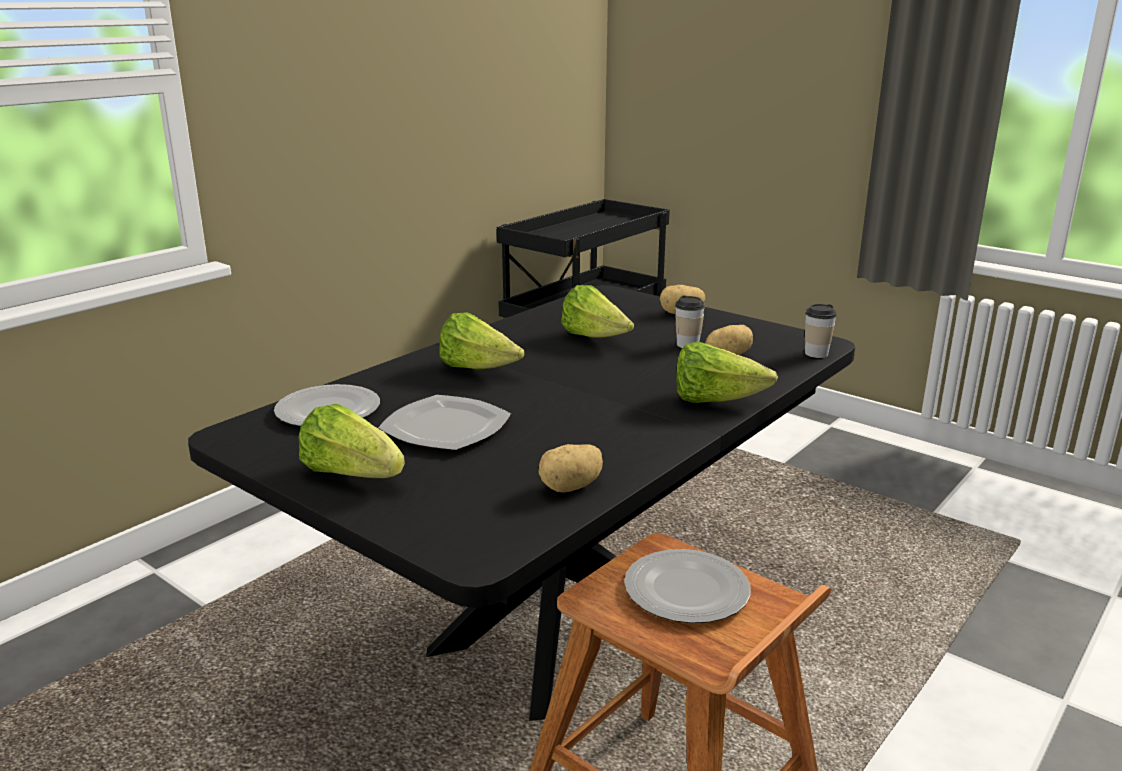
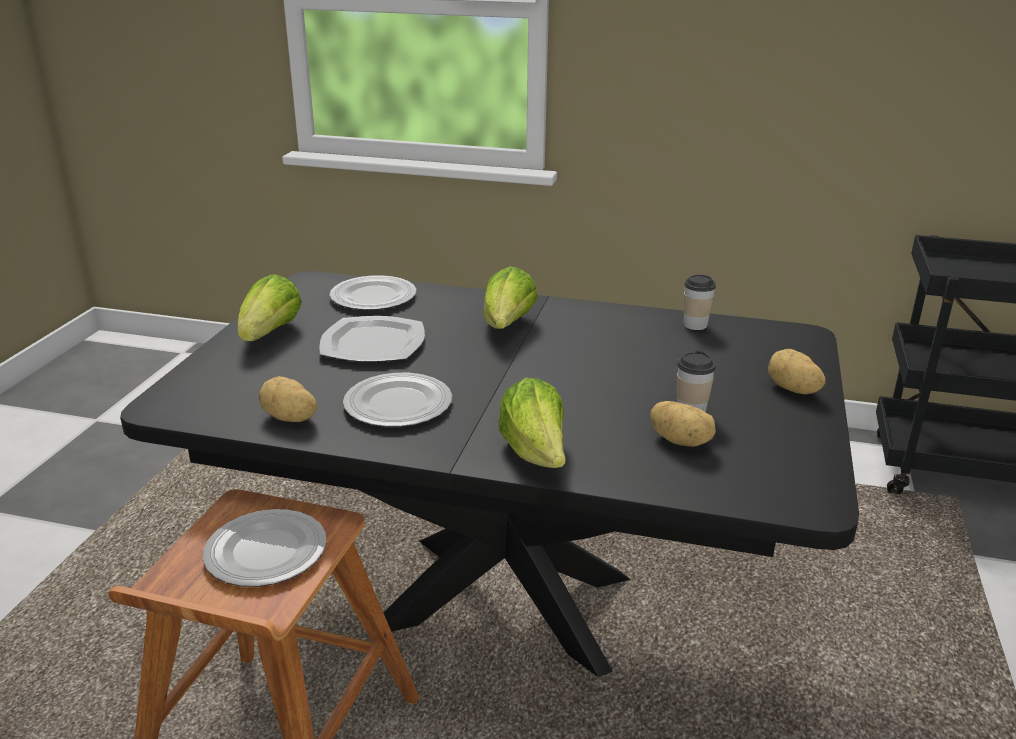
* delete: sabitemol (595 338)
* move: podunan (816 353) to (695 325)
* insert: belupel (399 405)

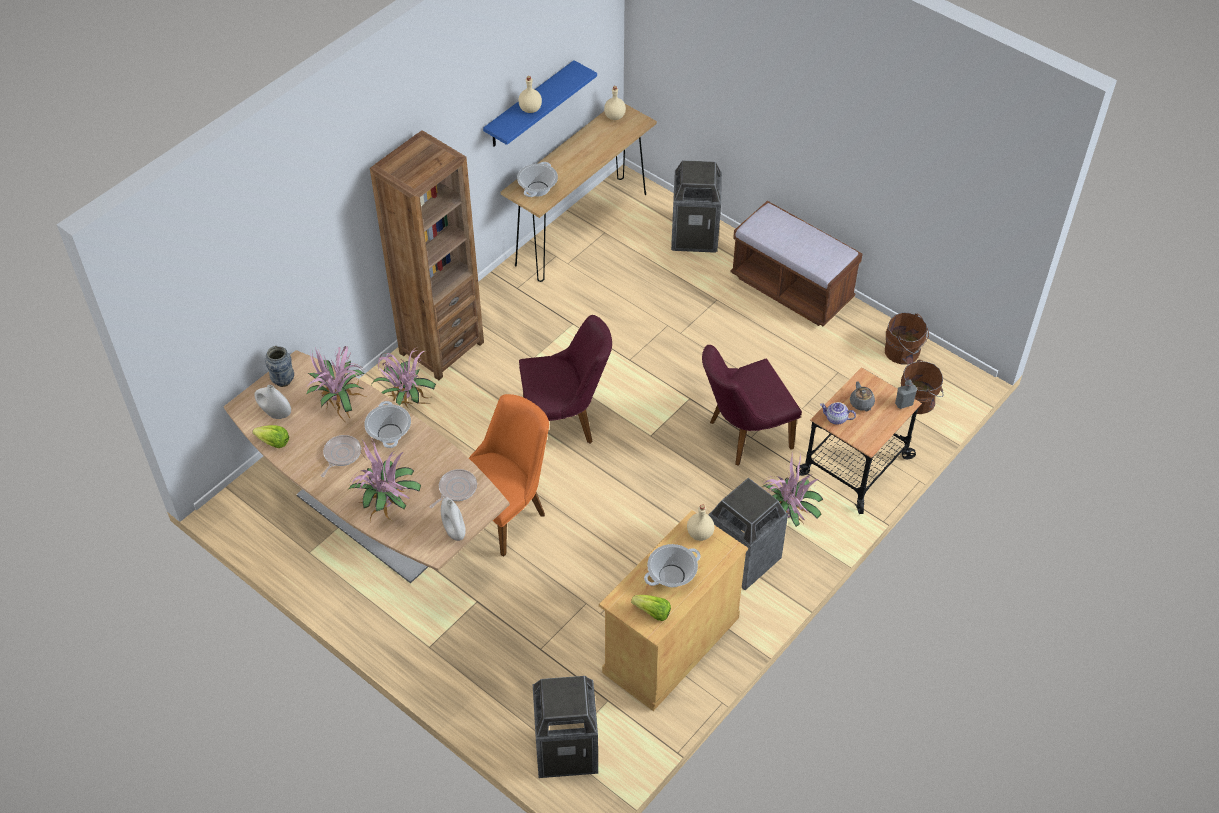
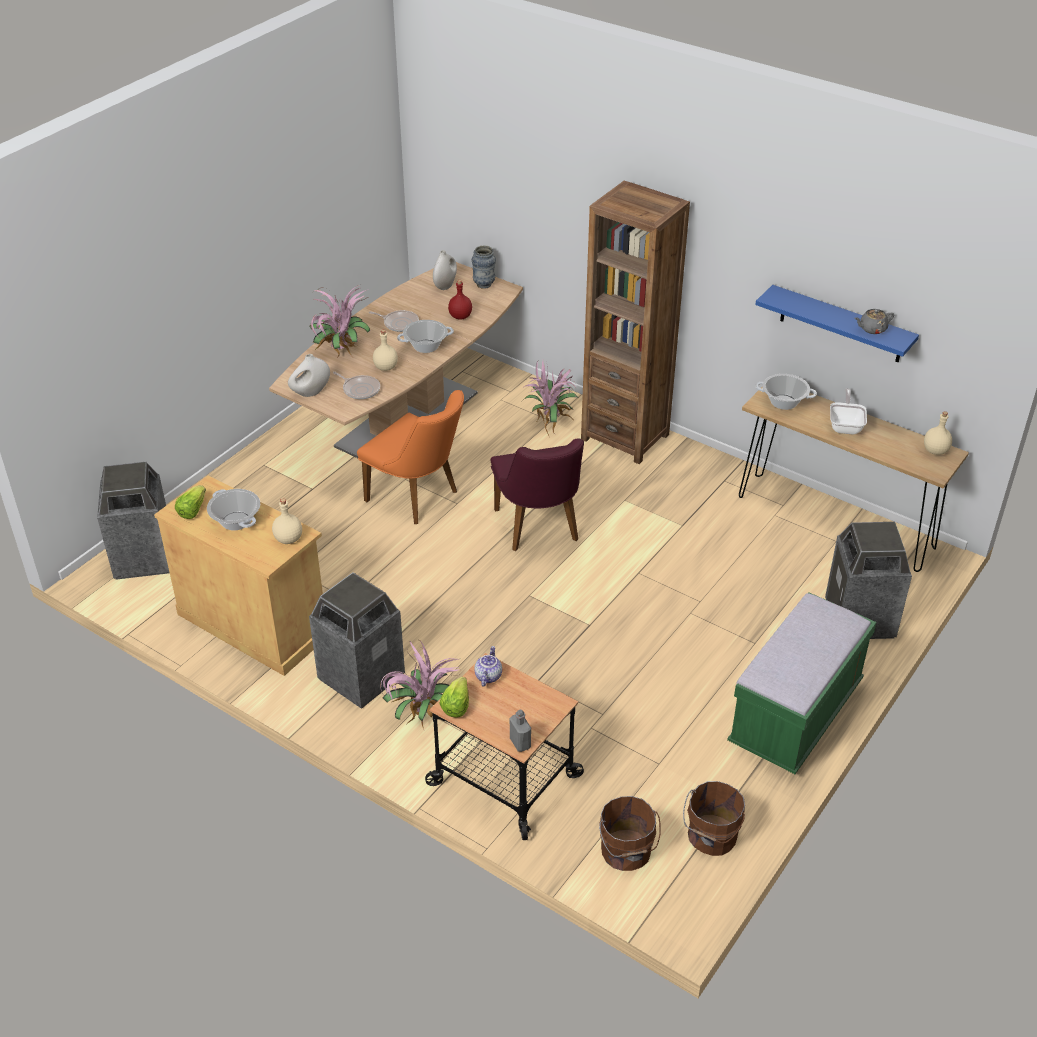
* move: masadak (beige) (530 109) to (386 367)
* recolor: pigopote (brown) (791 289) to pigopote (green) (795 715)
* delete: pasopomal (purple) (742 435)
* replace: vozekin (340 403) to masadak (red) (460 316)
* move: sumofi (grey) (861 404) to (872 329)
* move: sabitemol (273 442) to (456 706)
* insert: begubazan (846 425)

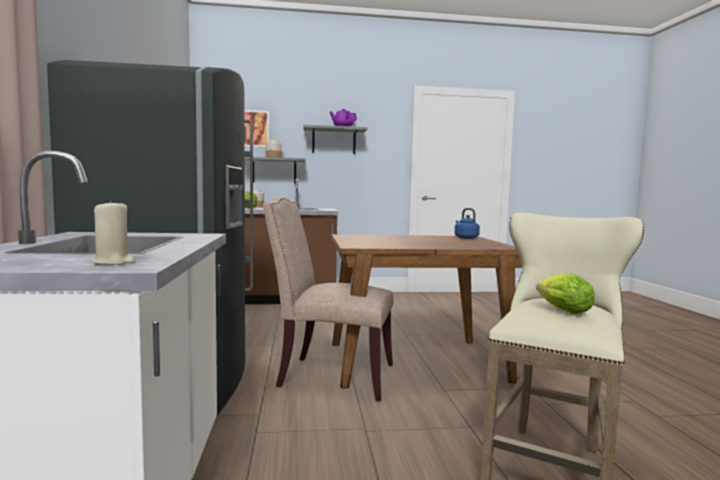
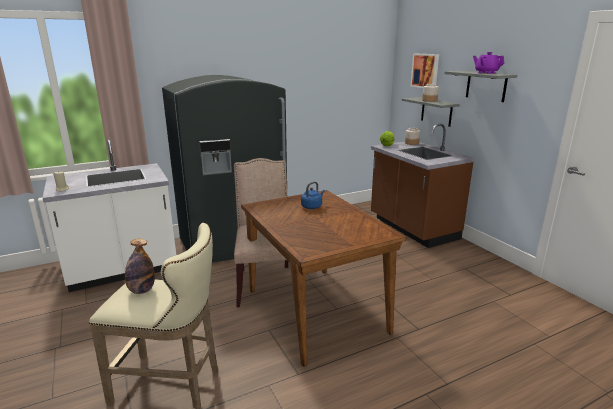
* move: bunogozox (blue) (465 238) to (312 206)
* replace: sabitemol (560 310) to masadak (141 290)

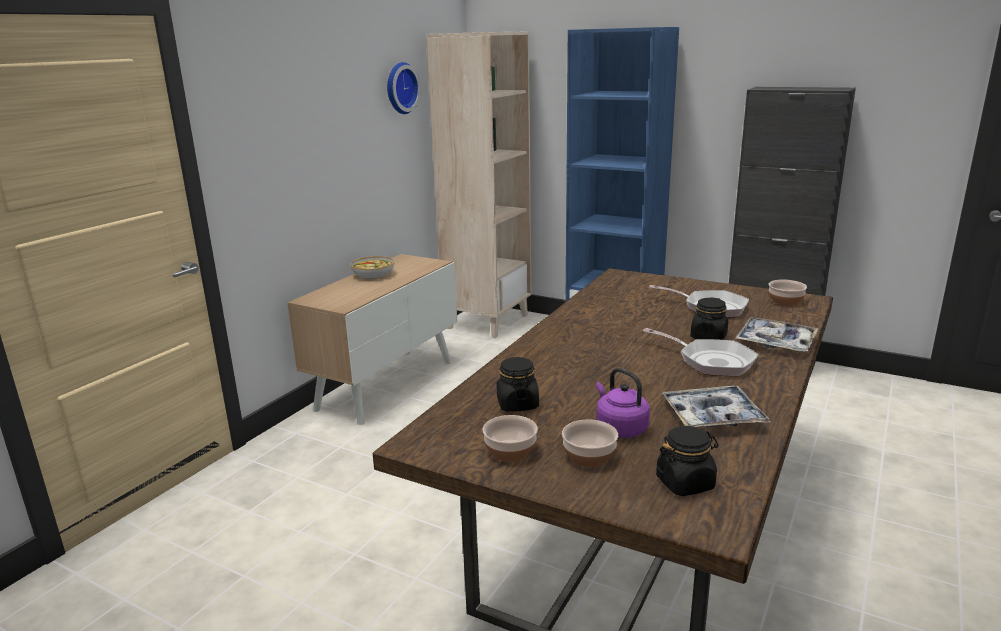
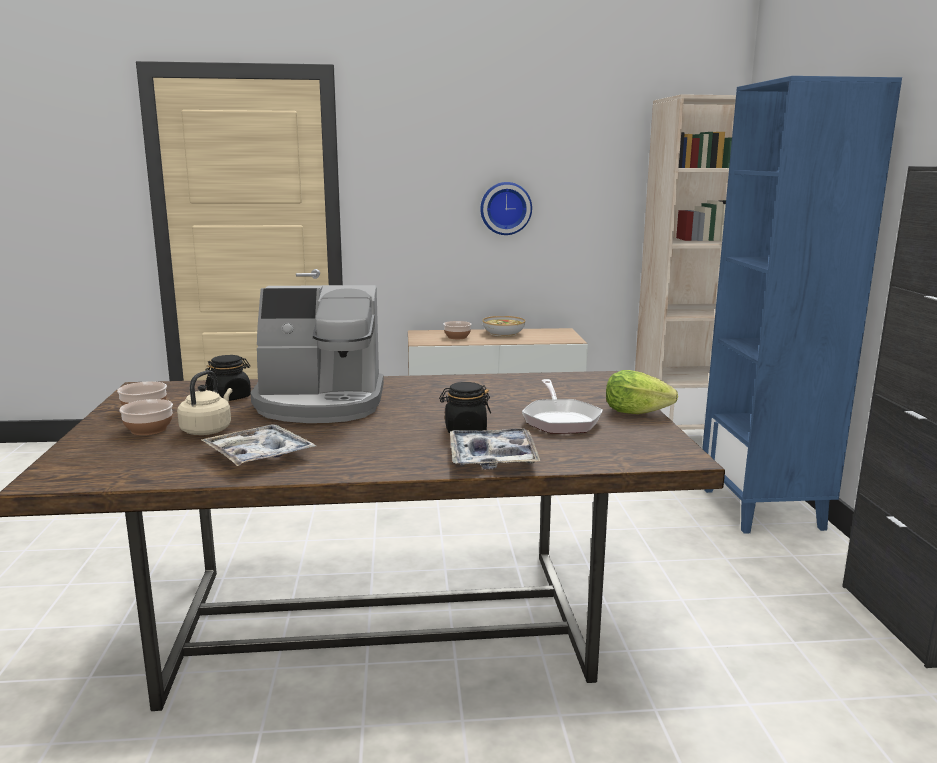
* move: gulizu (400 88) to (505 208)
* move: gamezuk (785 301) to (457 337)
* delete: begubazan (711 361)
* recolor: bunogozox (purple) (619 428) to bunogozox (beige) (208 430)
* delete: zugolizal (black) (685 483)
* insert: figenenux (320 403)
* insert: sabitemol (635 412)

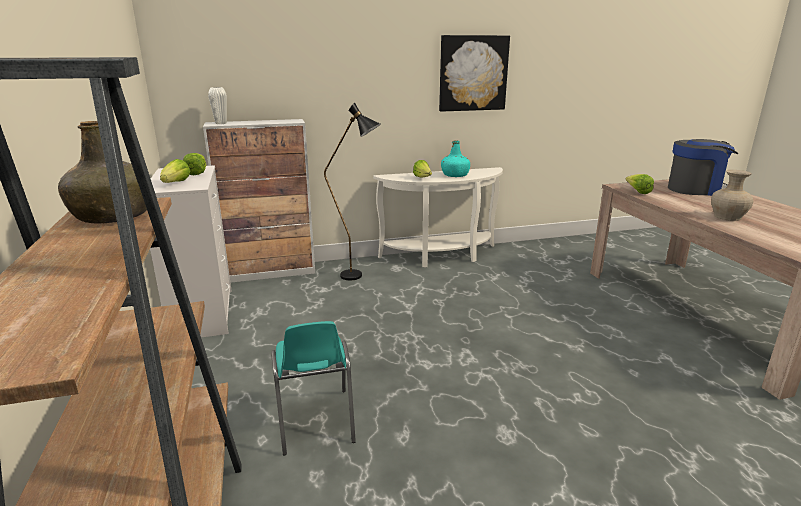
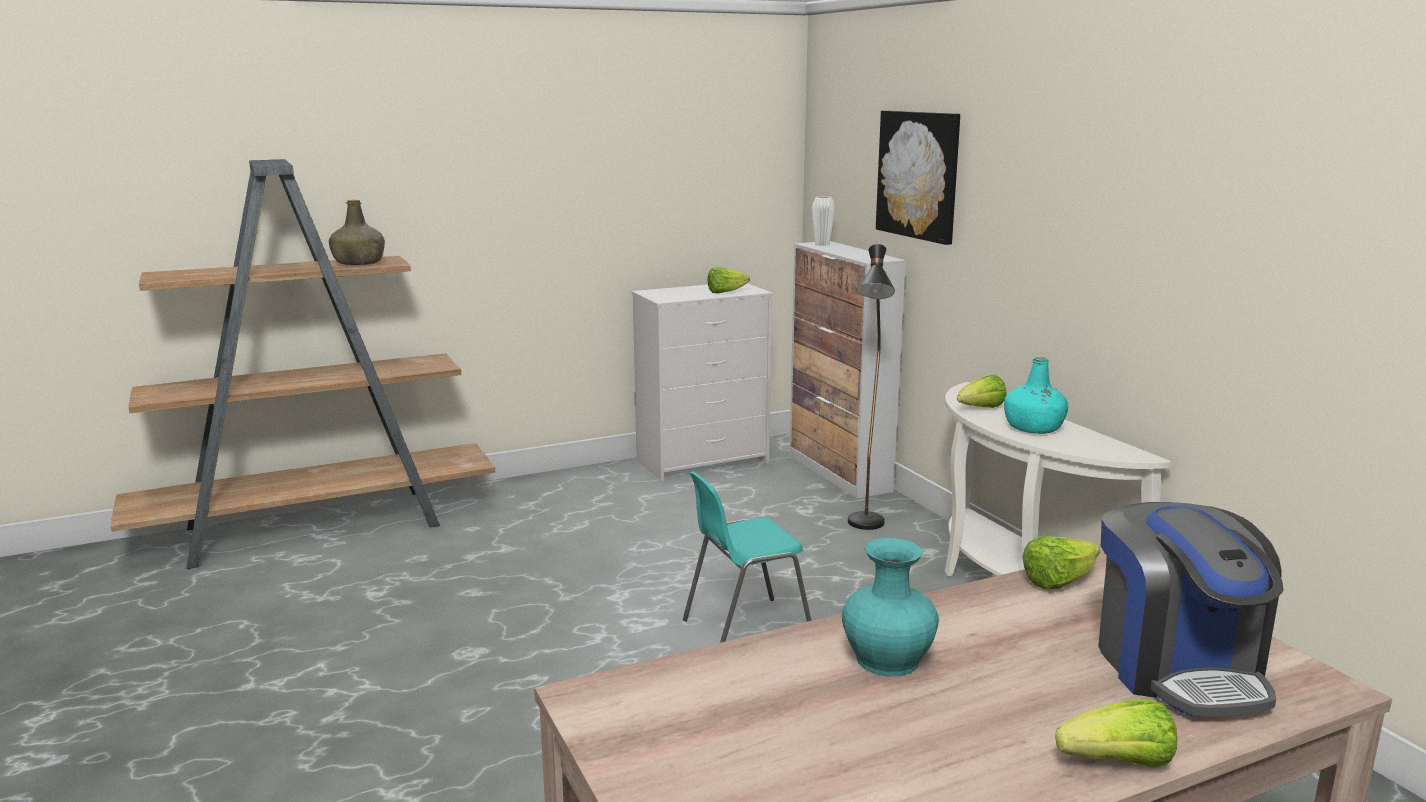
* move: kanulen (473 73) to (919 175)
* move: sabitemol (176 183) to (1119 763)
* recolor: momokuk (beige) (727 217) to momokuk (turquoise) (888 659)
* move: pasopomal (turquoise) (315 421) to (745 629)

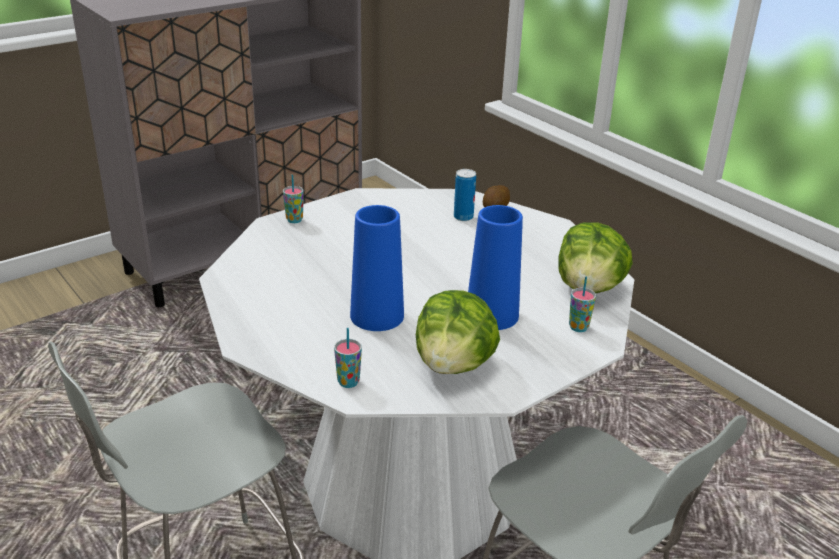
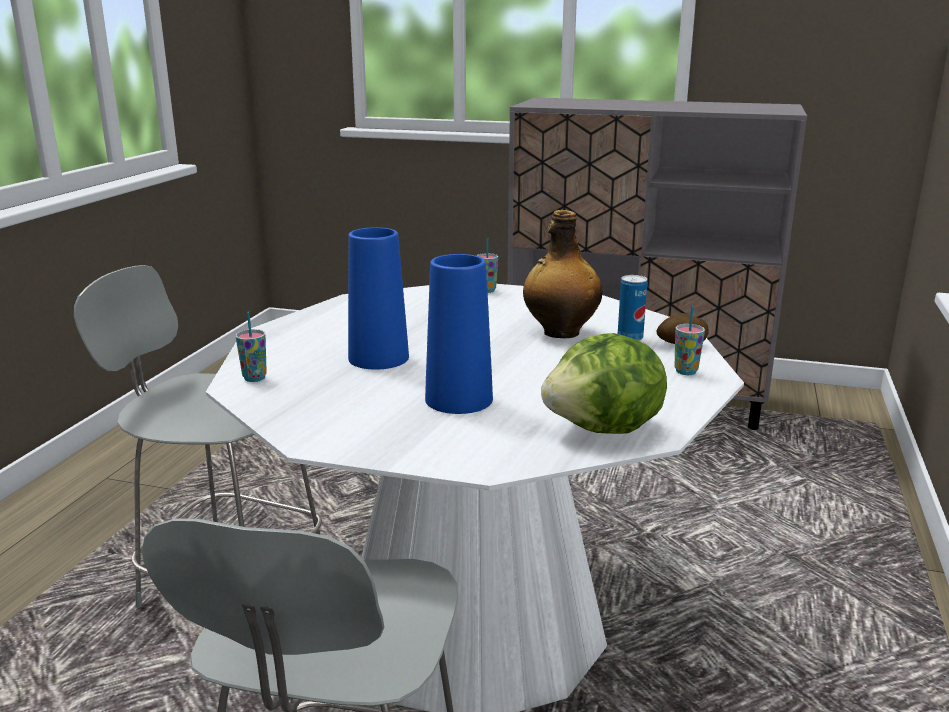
* move: podunan (578 327) to (686 371)
* delete: sabitemol (454 365)
* insert: masadak (560 333)

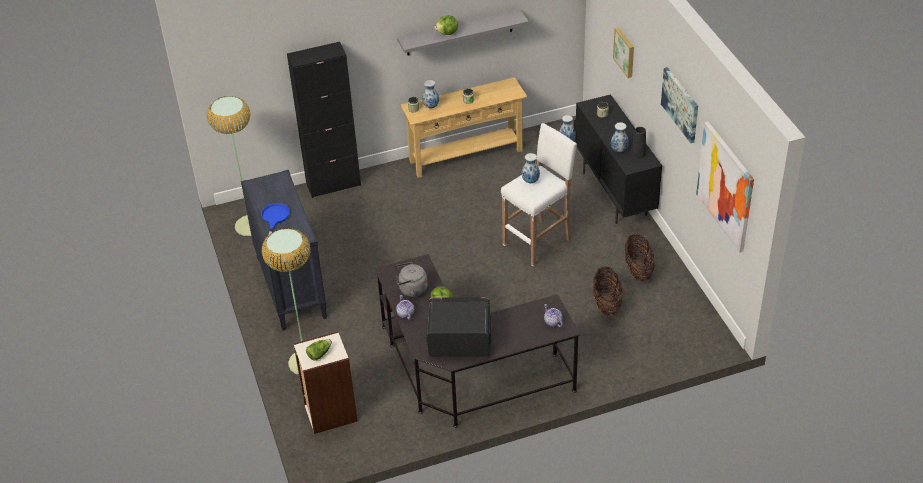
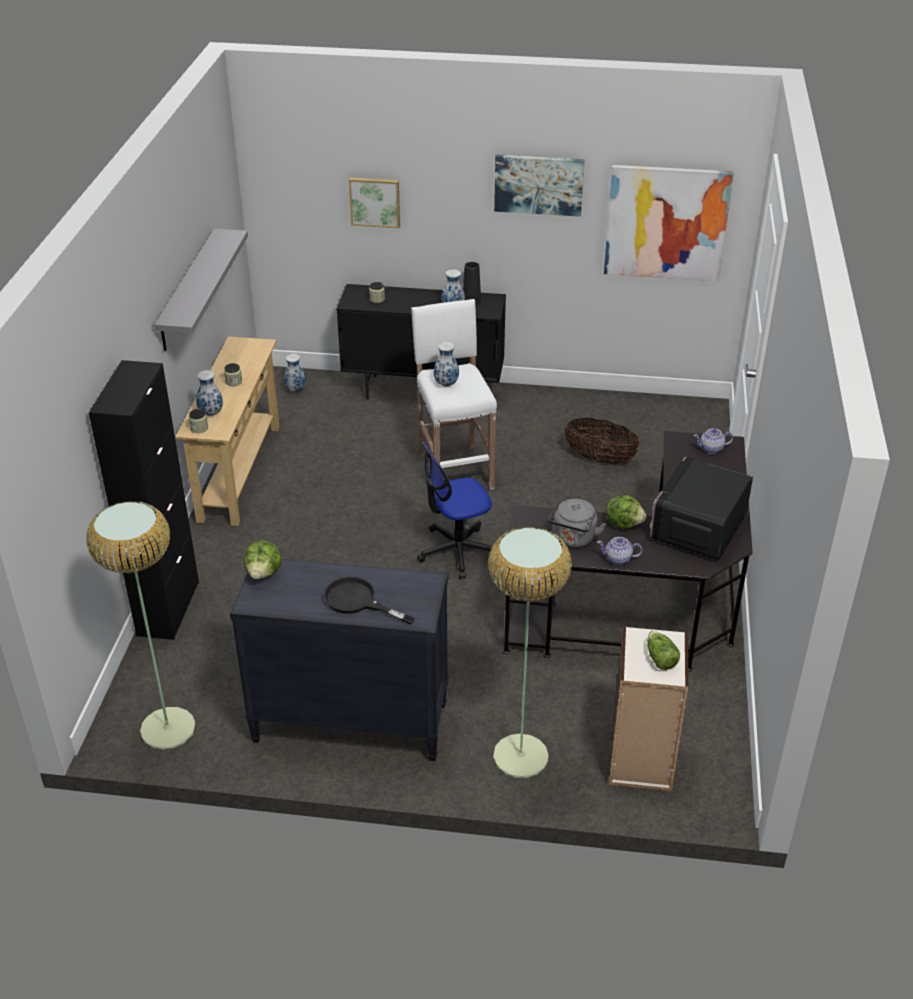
* move: sabitemol (447 33) to (264 573)
* recolor: begubazan (blue) (274 219) to begubazan (black) (358 601)
* delete: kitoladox (638 270)
* insert: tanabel (457 551)

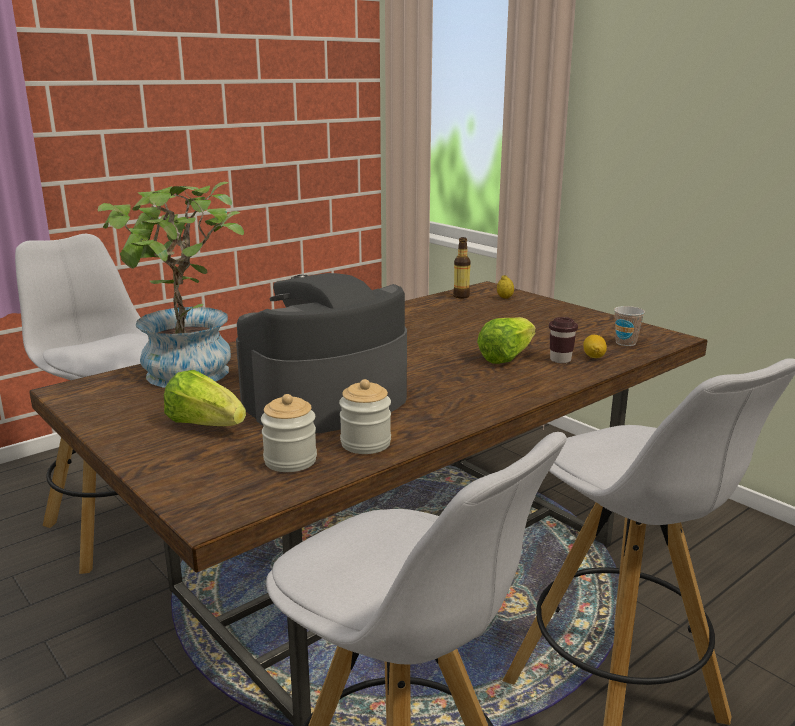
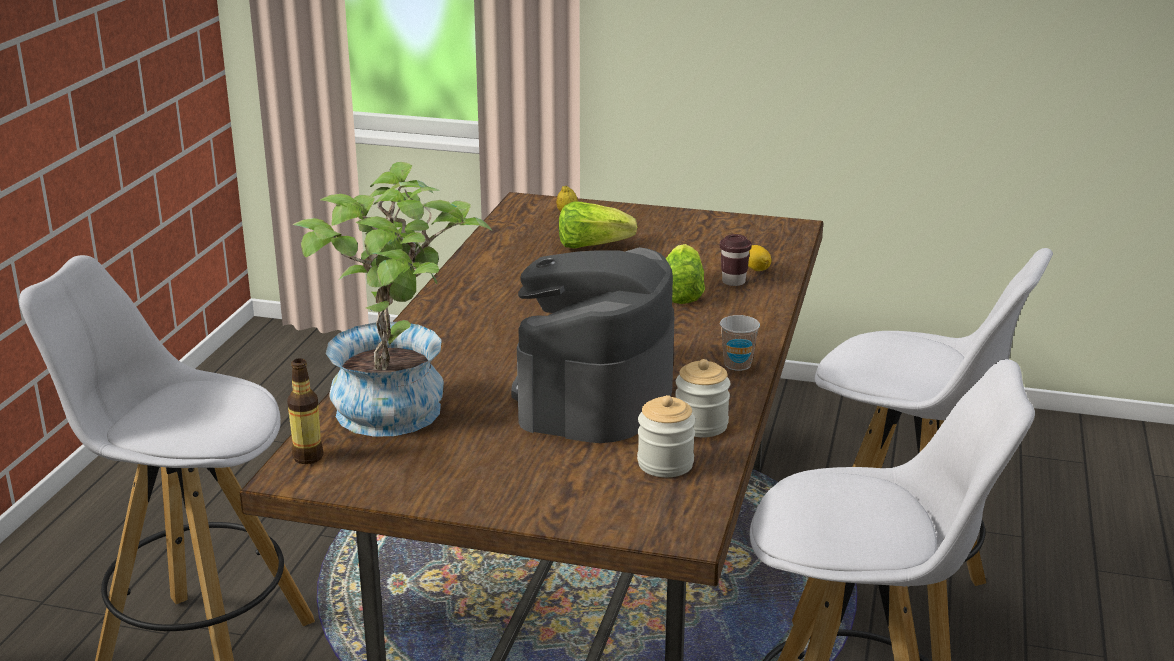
* move: masadak (461 296) to (308 457)
* move: podunan (625 343) to (737 364)
* move: sabitemol (205 425) to (592 246)

